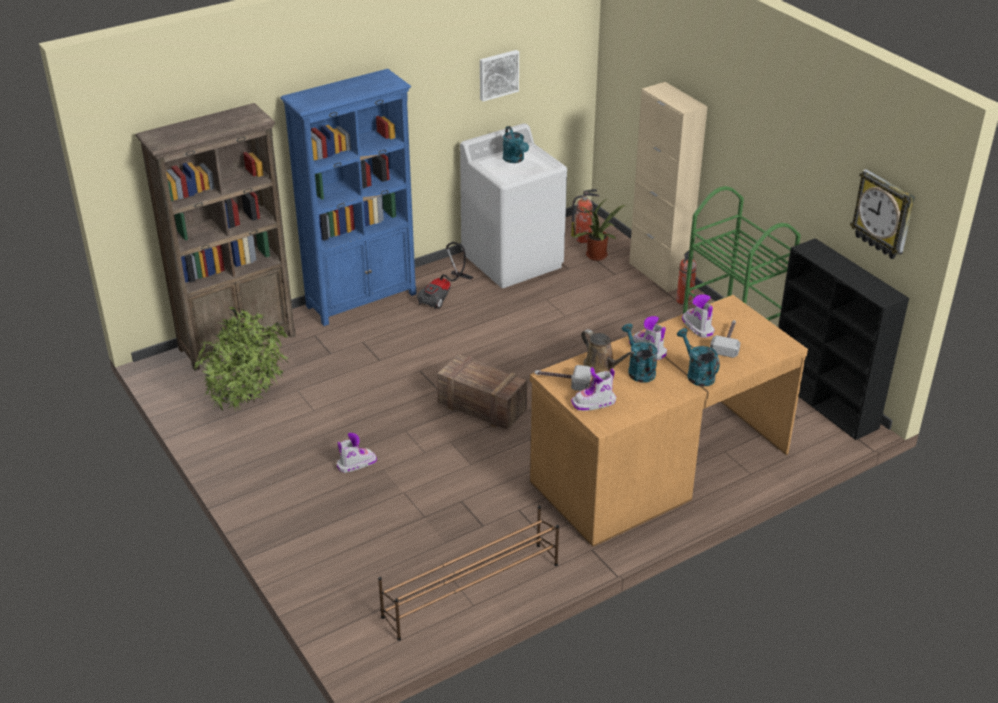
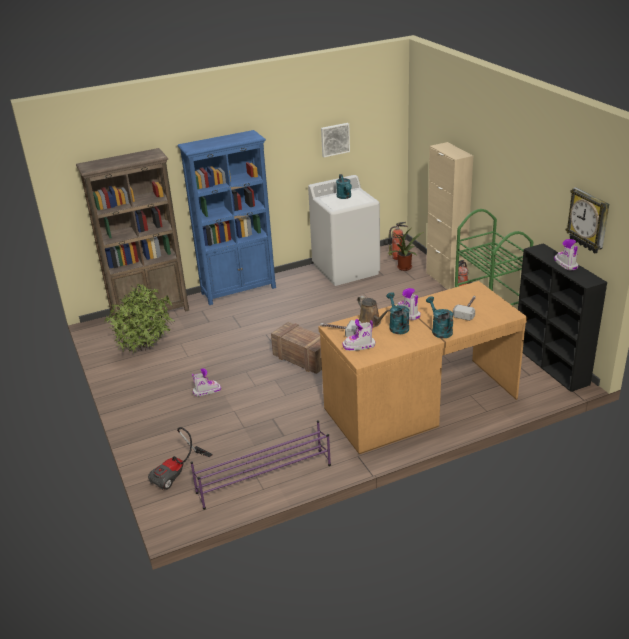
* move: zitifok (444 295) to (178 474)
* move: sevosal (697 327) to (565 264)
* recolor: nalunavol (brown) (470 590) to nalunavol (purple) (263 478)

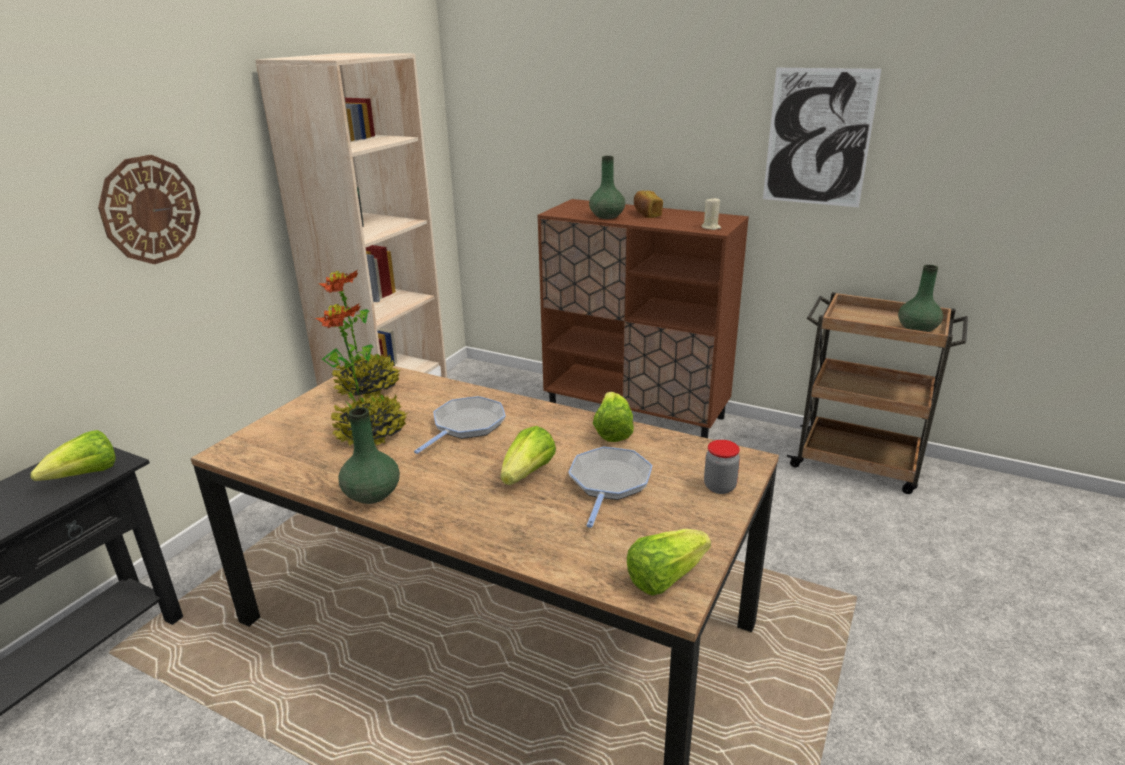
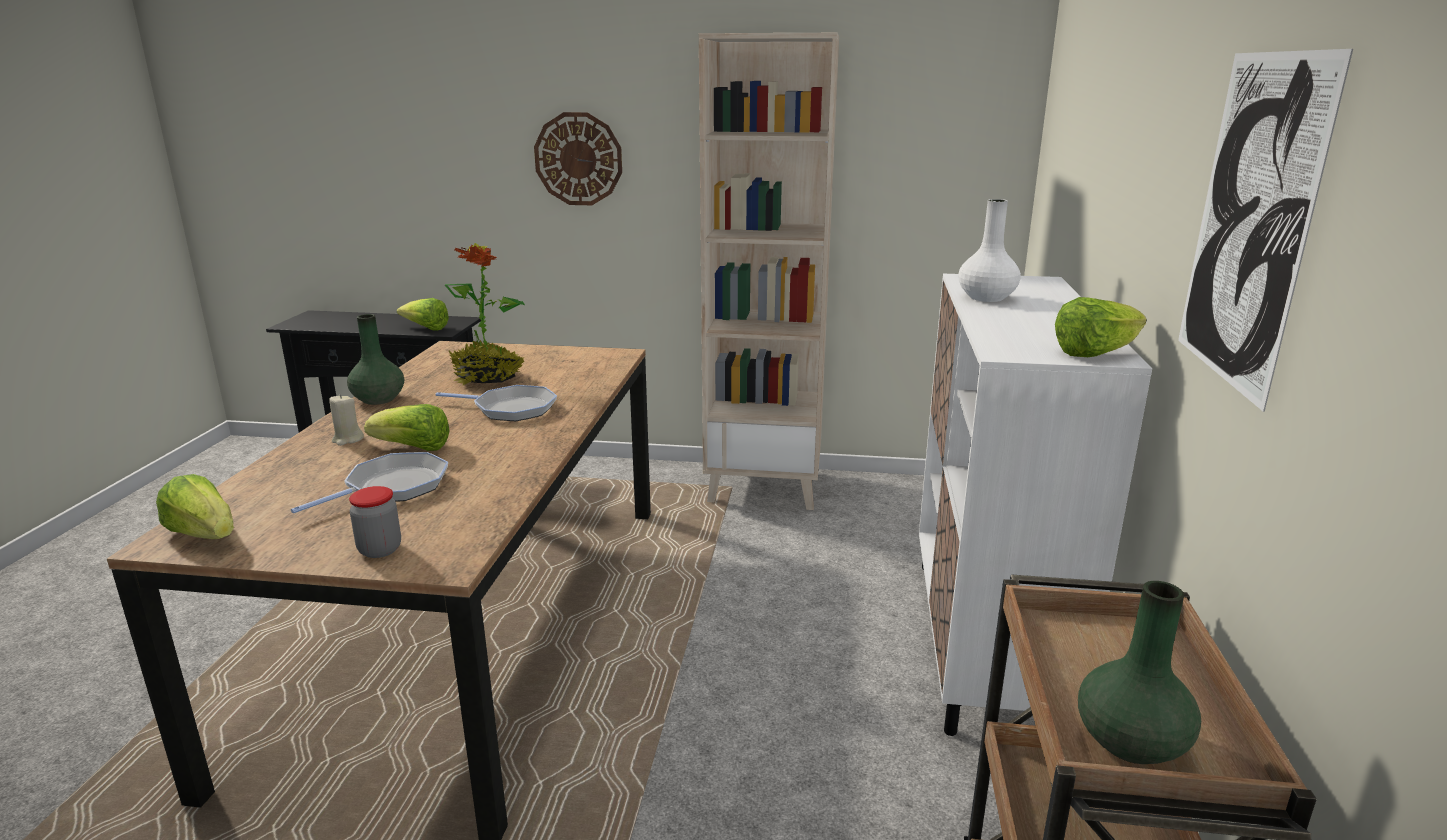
* recolor: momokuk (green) (607 216) to momokuk (white) (987 298)
* delete: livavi (646 214)
* move: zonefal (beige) (711 227) to (347 439)
* recolor: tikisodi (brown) (636 413) to tikisodi (white) (984 643)
* delete: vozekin (368 388)
* move: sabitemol (612 431) to (1094 353)
* rotate: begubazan (609 483) = (392 487) 45 degrees counterclockwise

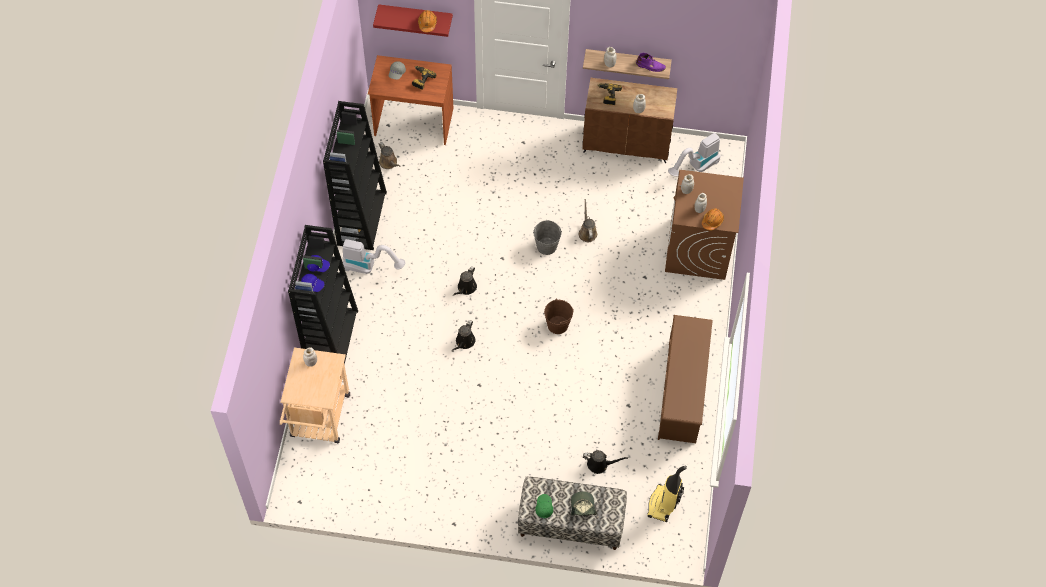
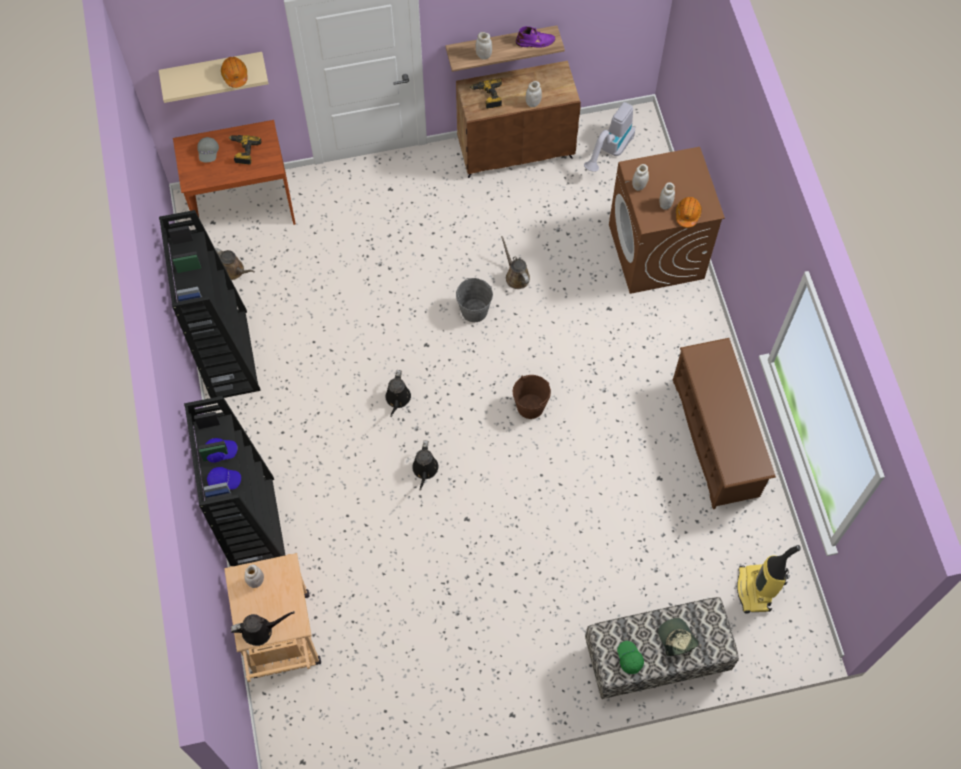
* recolor: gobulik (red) (415 16) to gobulik (beige) (213 70)
* delete: zitifok (370 267)
* move: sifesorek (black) (599 464) to (260 630)

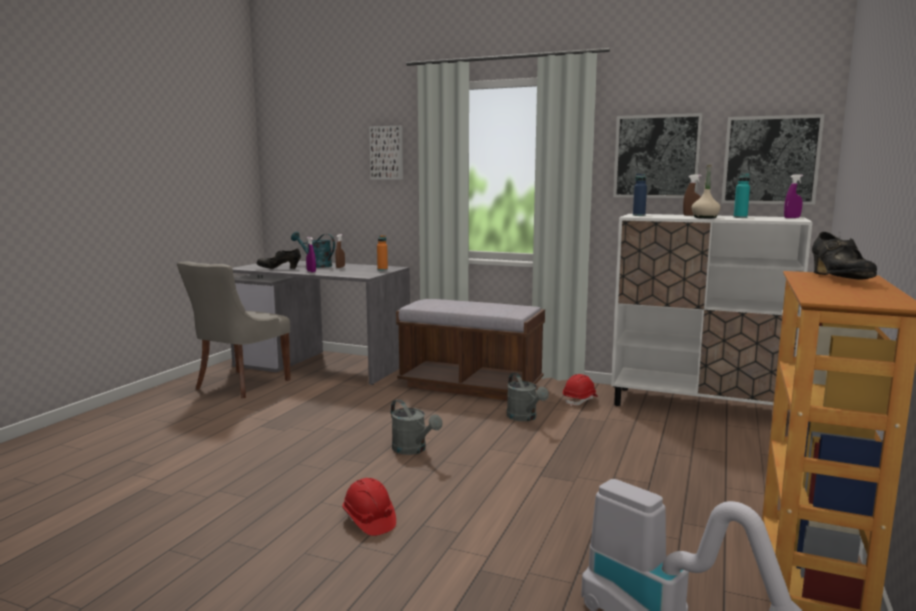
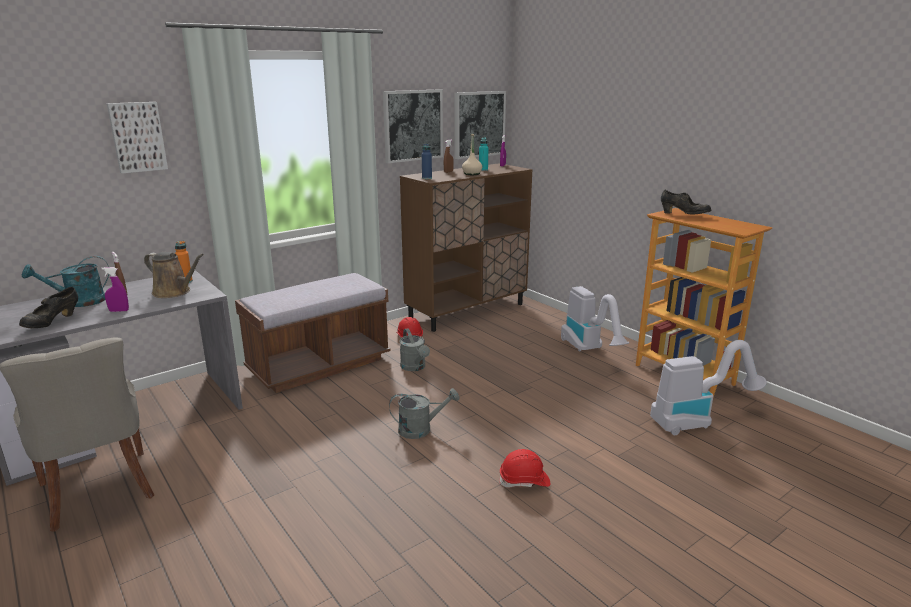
* recolor: tikisodi (white) (698 406) to tikisodi (brown) (467 311)
* rotate: sifesorek (grey) (525 418) = (415 367) 60 degrees clockwise
* insert: sifesorek (brown) (174 292)
* insert: zitifok (590 350)

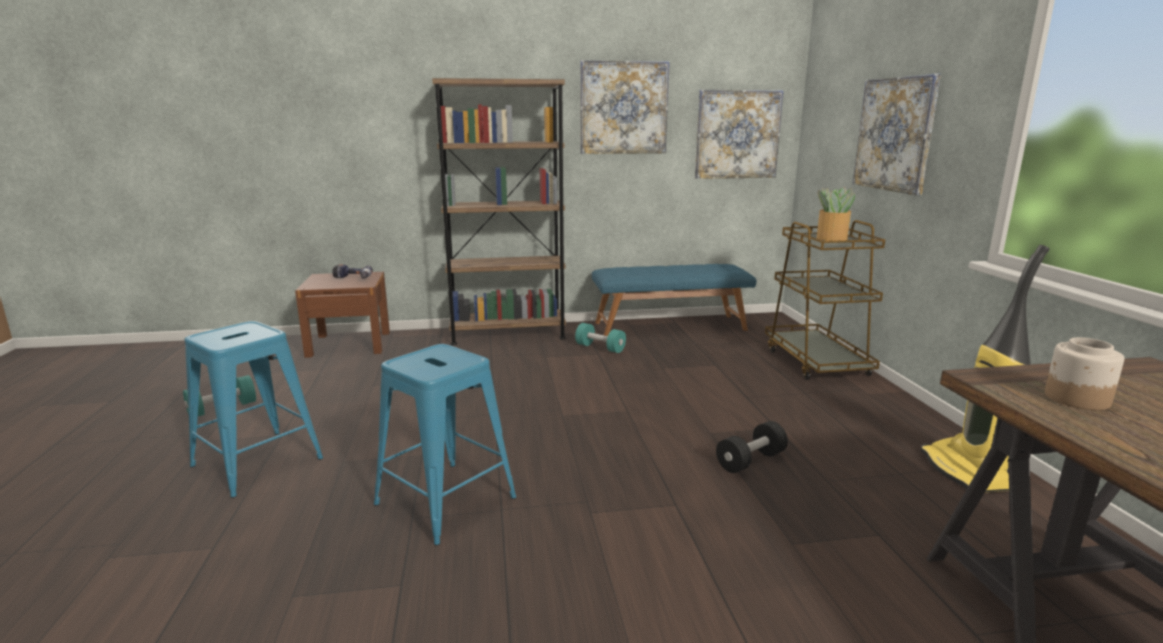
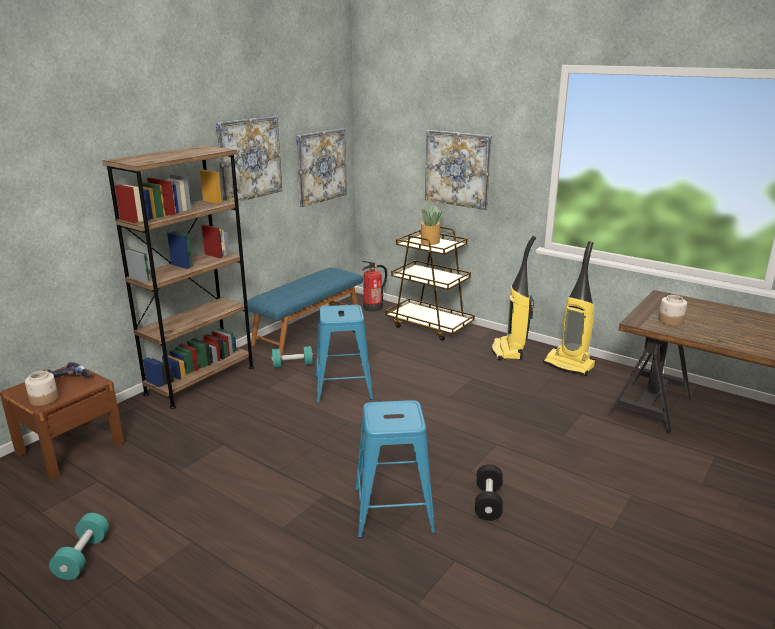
* move: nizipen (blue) (257 463) to (343 387)
* move: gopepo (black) (750 461) to (488 502)
* insert: zitifok (509 351)
* insert: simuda (373 307)
* insert: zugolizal (44 399)

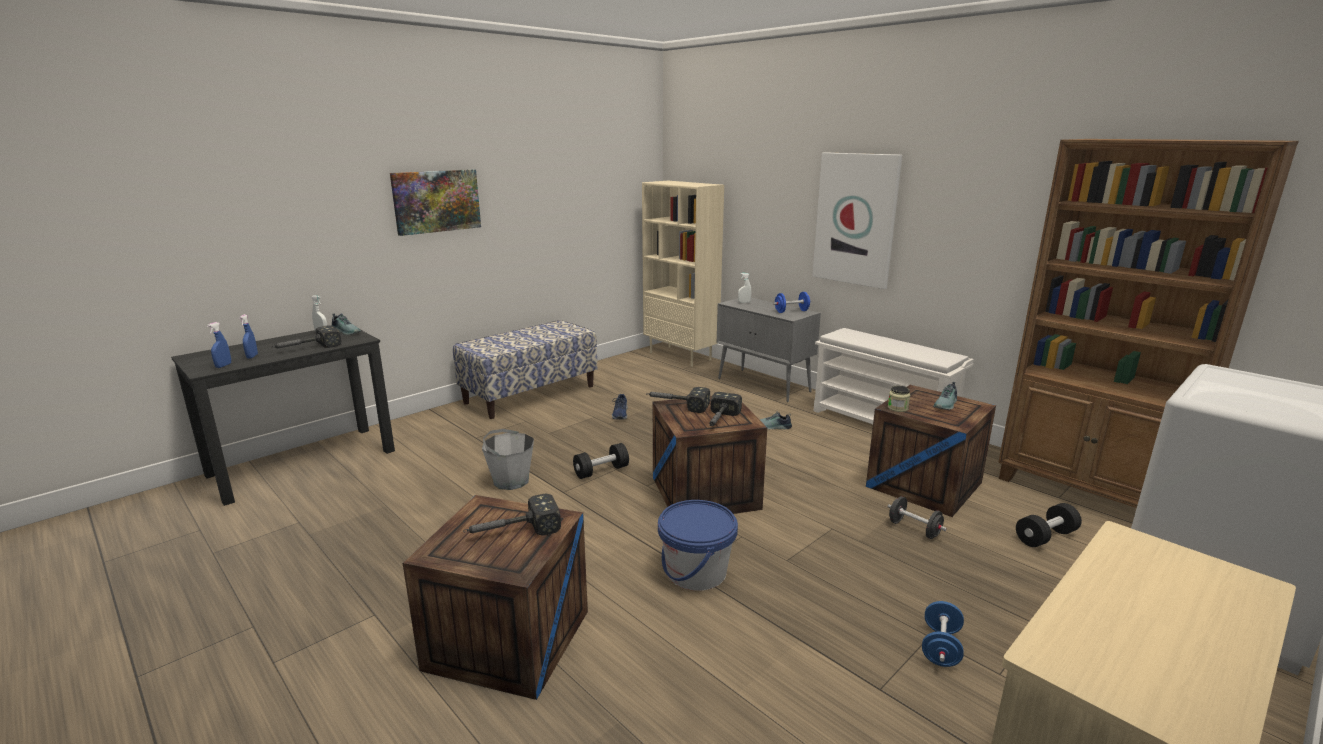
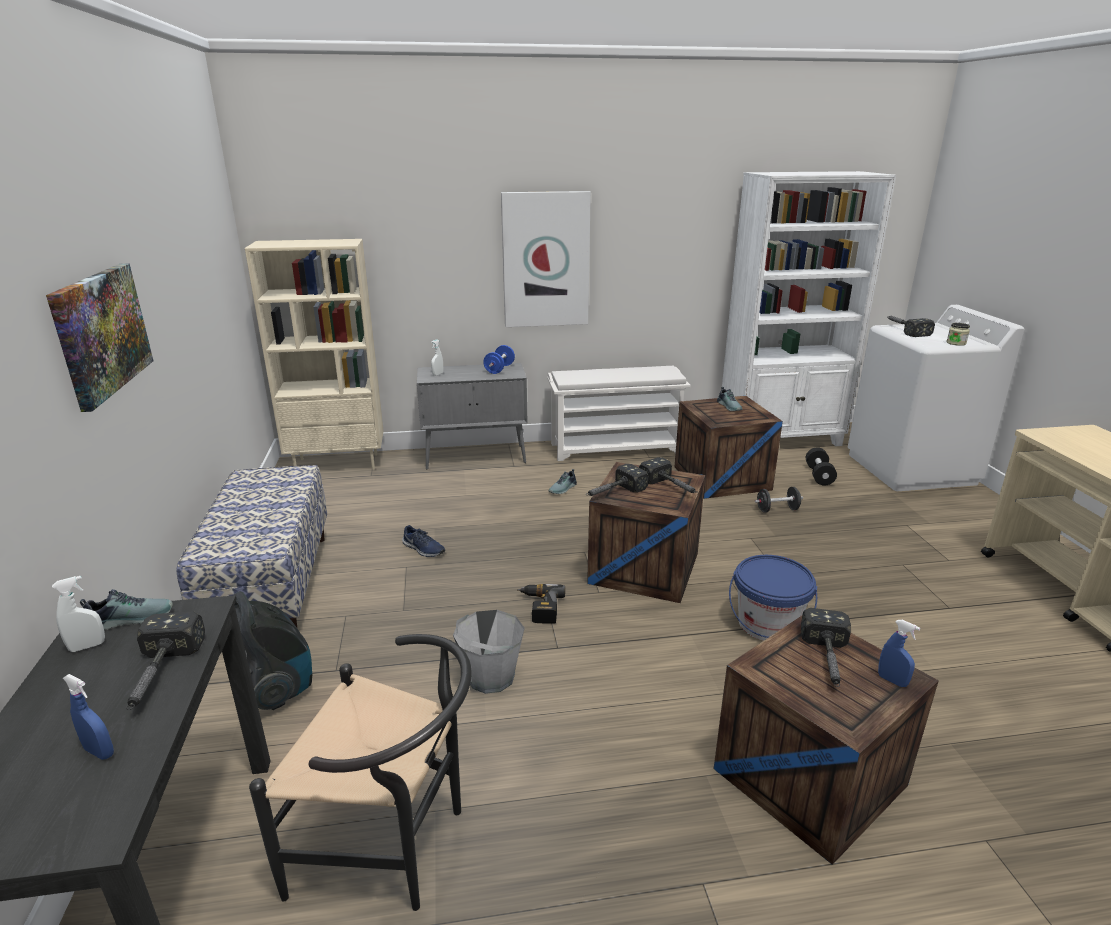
* recolor: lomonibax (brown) (1088 493) to lomonibax (white) (780 439)
* move: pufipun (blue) (223 365) to (892 680)
* move: zugolizal (897 408) to (956 343)
* replace: gopepo (black) (601 471) to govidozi (539 608)
* delete: gopepo (blue) (940 647)
* insert: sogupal (903 330)
* insert: zitifok (278 686)
* insert: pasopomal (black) (393 845)

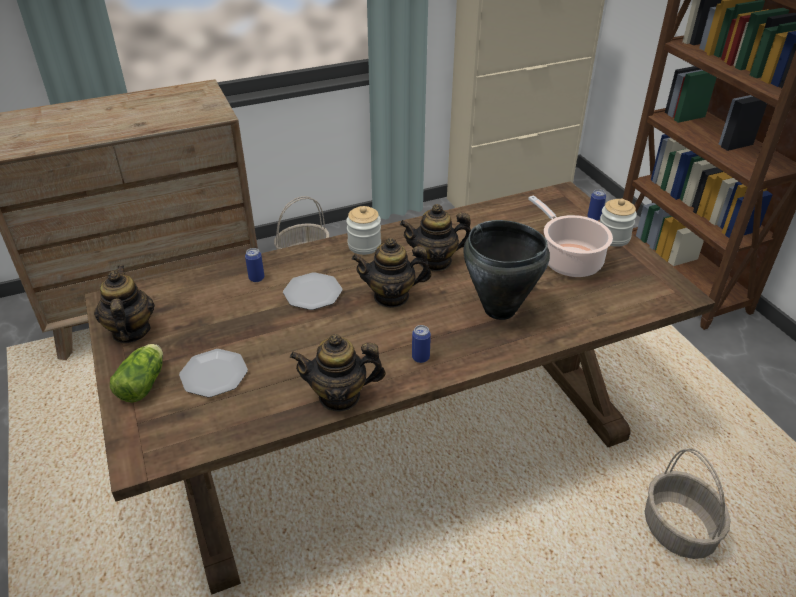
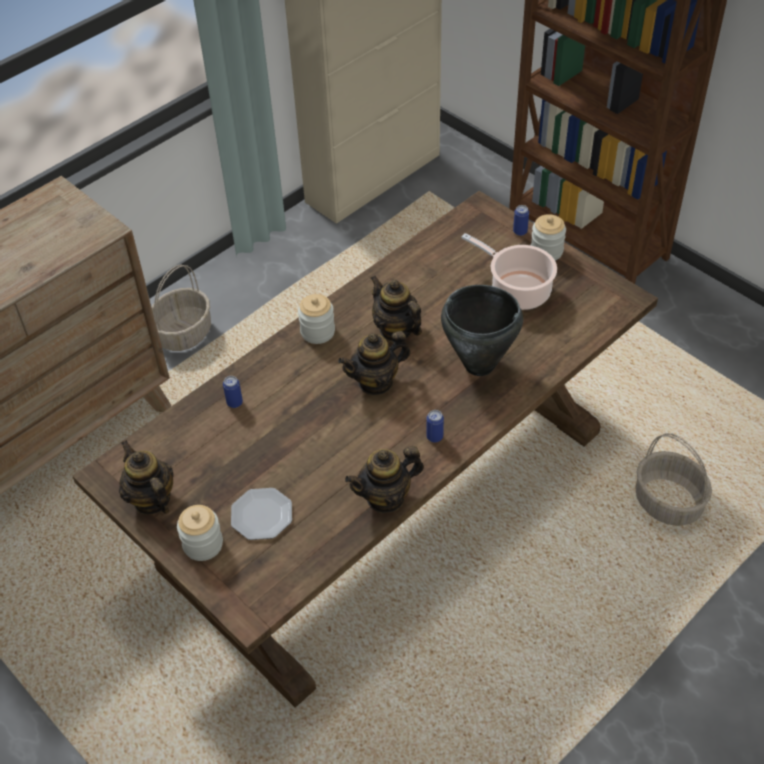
* rotate: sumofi (435 261) = (396 329) 75 degrees clockwise
* delete: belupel (312 293)
* replace: sabitemol (144 382) to zugolizal (203 544)

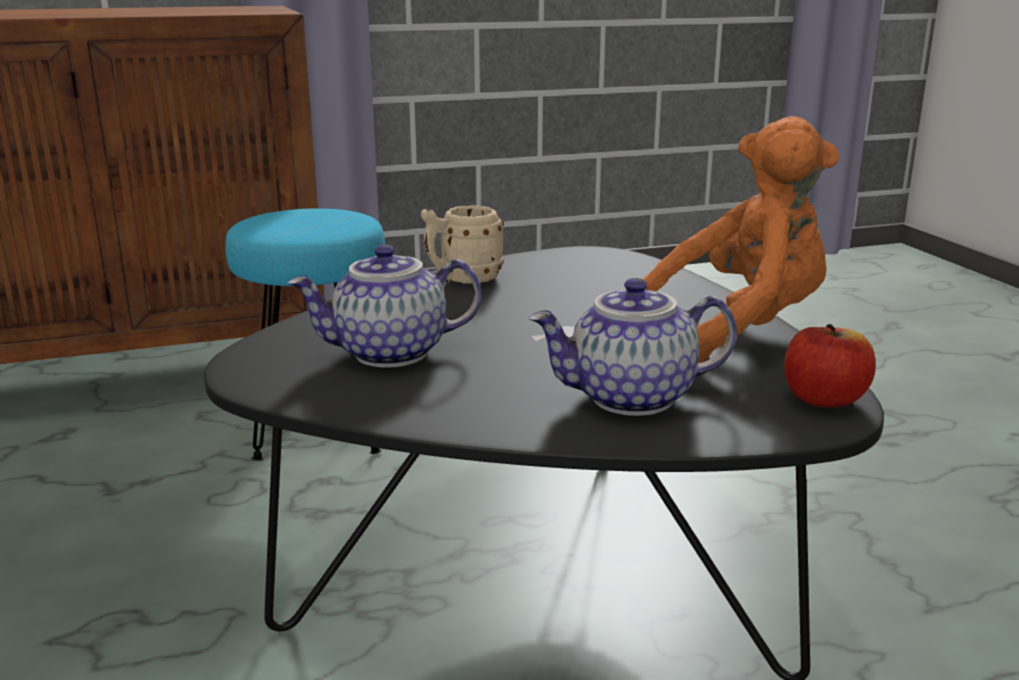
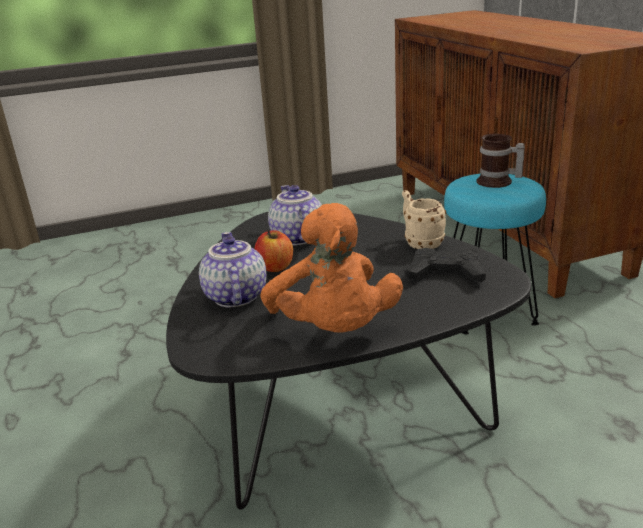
* move: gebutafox (824 399) to (275 267)
* insert: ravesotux (497 182)
* insert: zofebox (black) (445 273)

